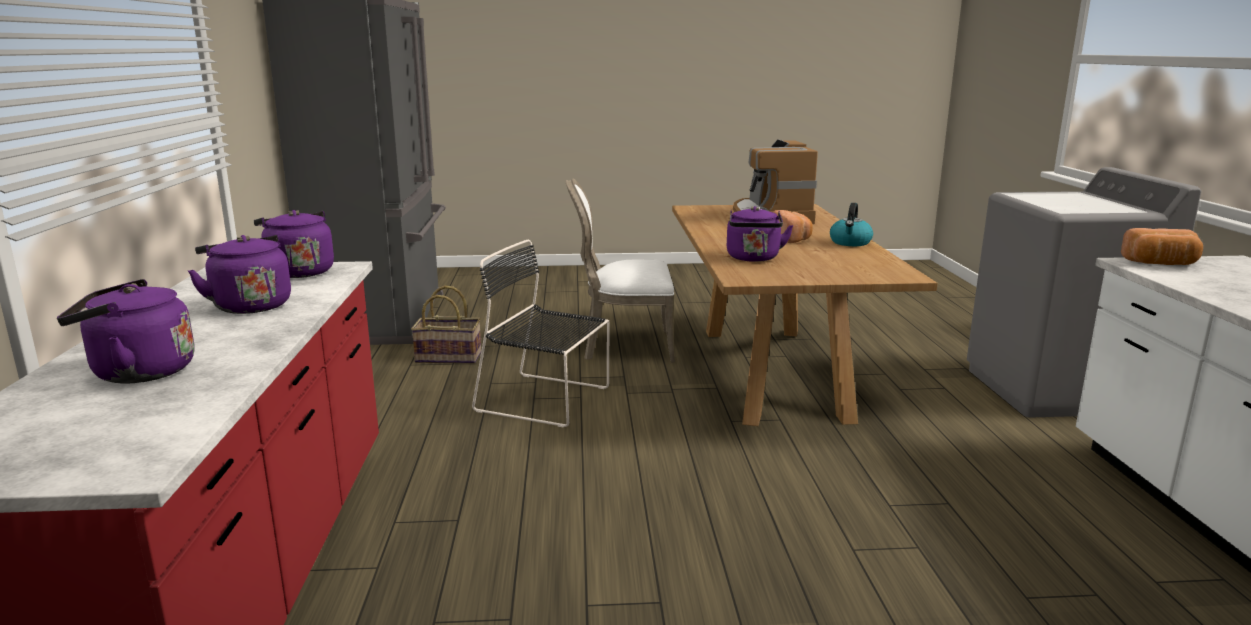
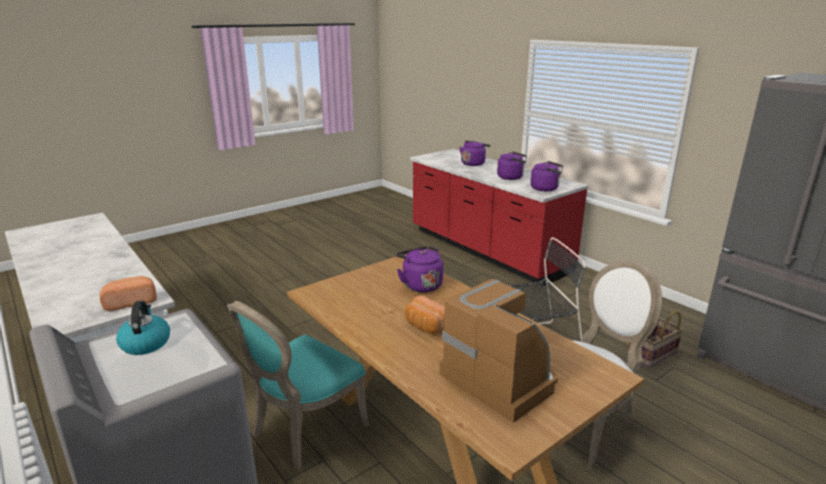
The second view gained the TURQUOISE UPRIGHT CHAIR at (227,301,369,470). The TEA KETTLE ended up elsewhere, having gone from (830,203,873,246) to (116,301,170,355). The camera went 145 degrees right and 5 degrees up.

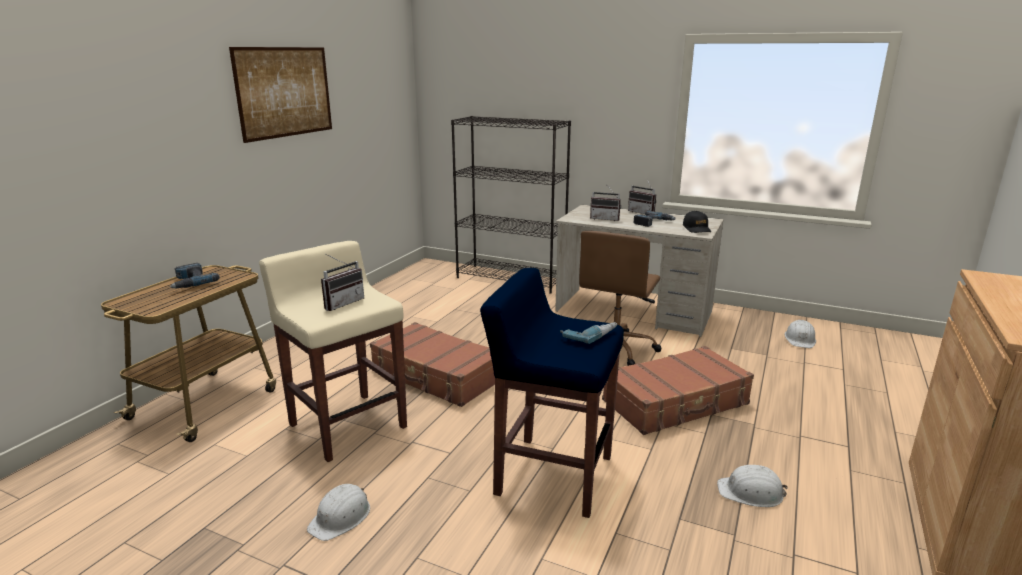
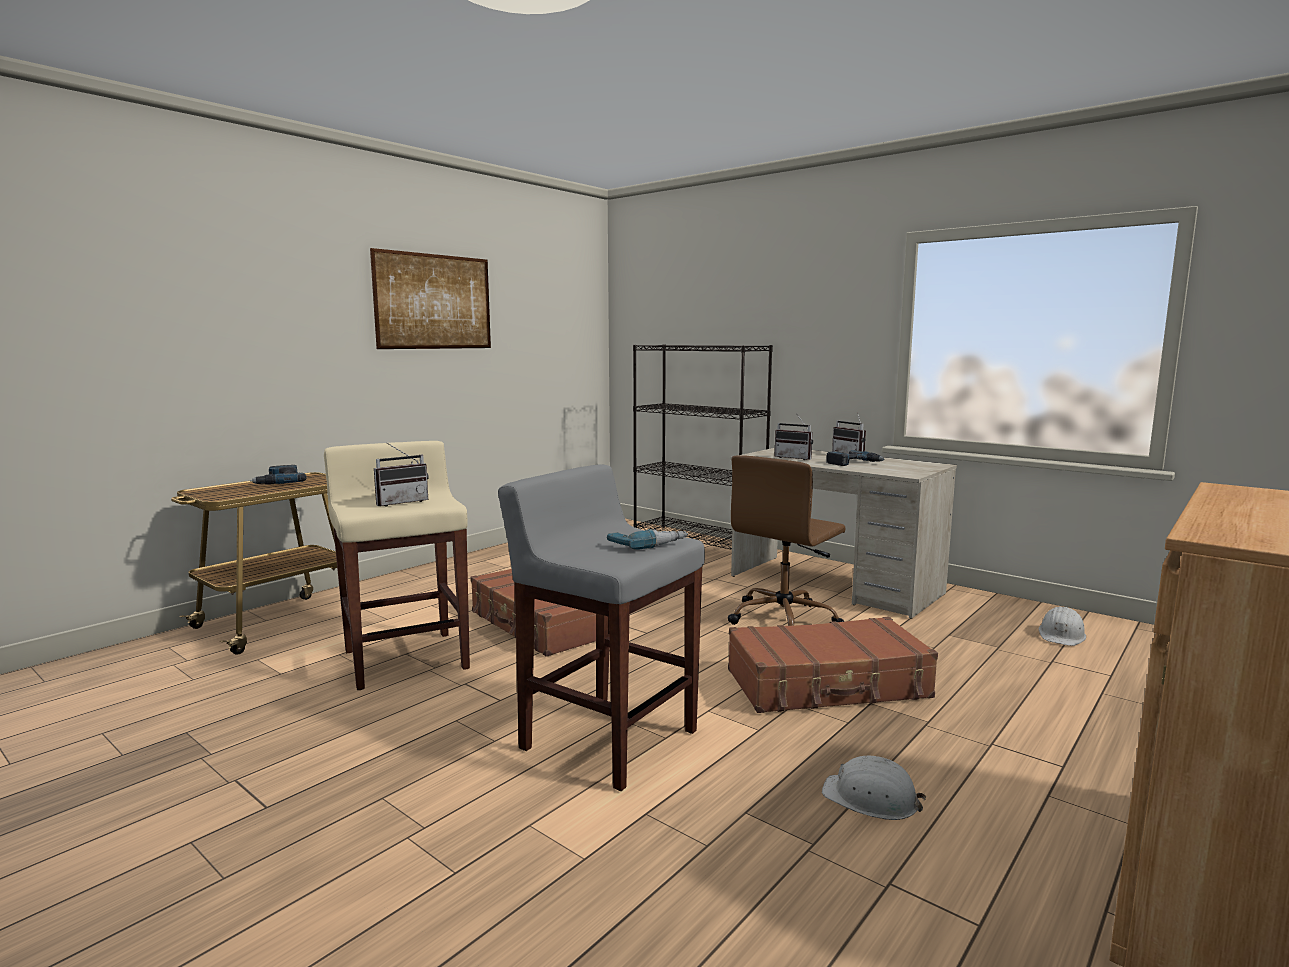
The second view lost the WHITE-COLOURED SAFETY HELMET at (307,484,370,541). The second view lost the BLACKISH CAP at (683,211,711,233). What was the BLUISH STOOL SEAT at (480,268,624,518) turned into the GREYISH STOOL SEAT at (498,464,705,791). The camera went 15 degrees right and 10 degrees down.

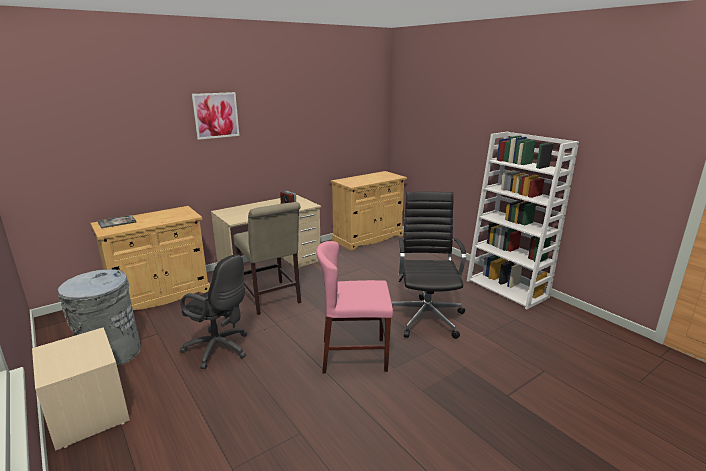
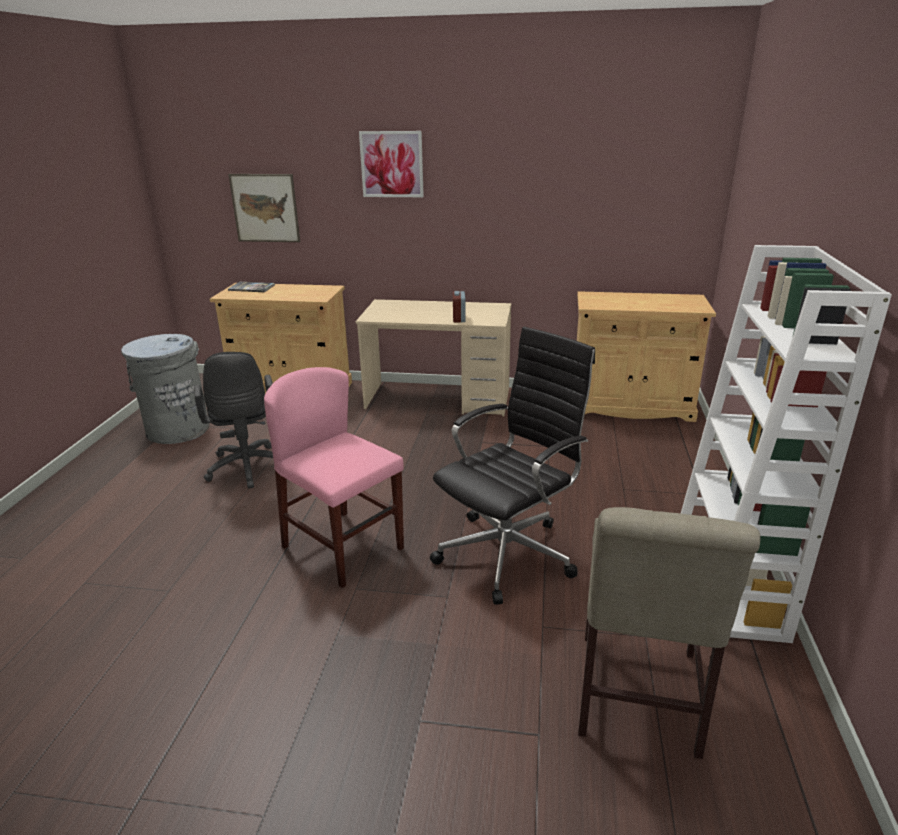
The second view lost the SAND-COLOURED NIGHT TABLE at (32,327,130,451). The second view gained the PICTURE at (228,174,300,242). The SAND-COLOURED UPRIGHT CHAIR ended up elsewhere, having gone from (233,202,301,315) to (578,507,761,759). The camera went 45 degrees right and 5 degrees up.

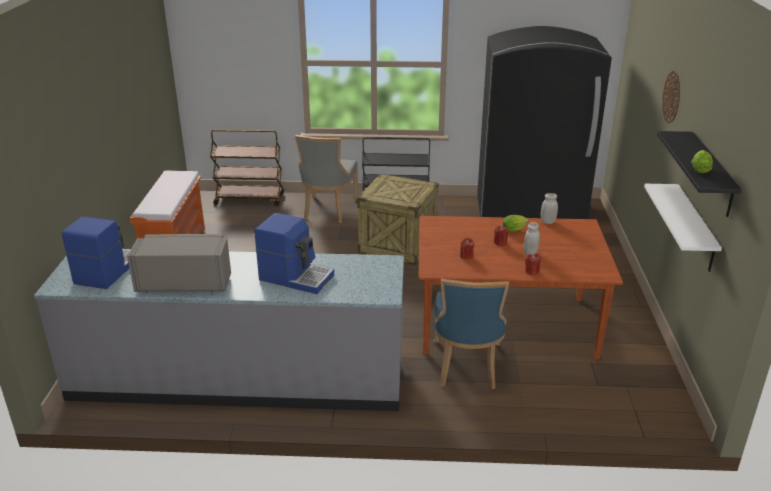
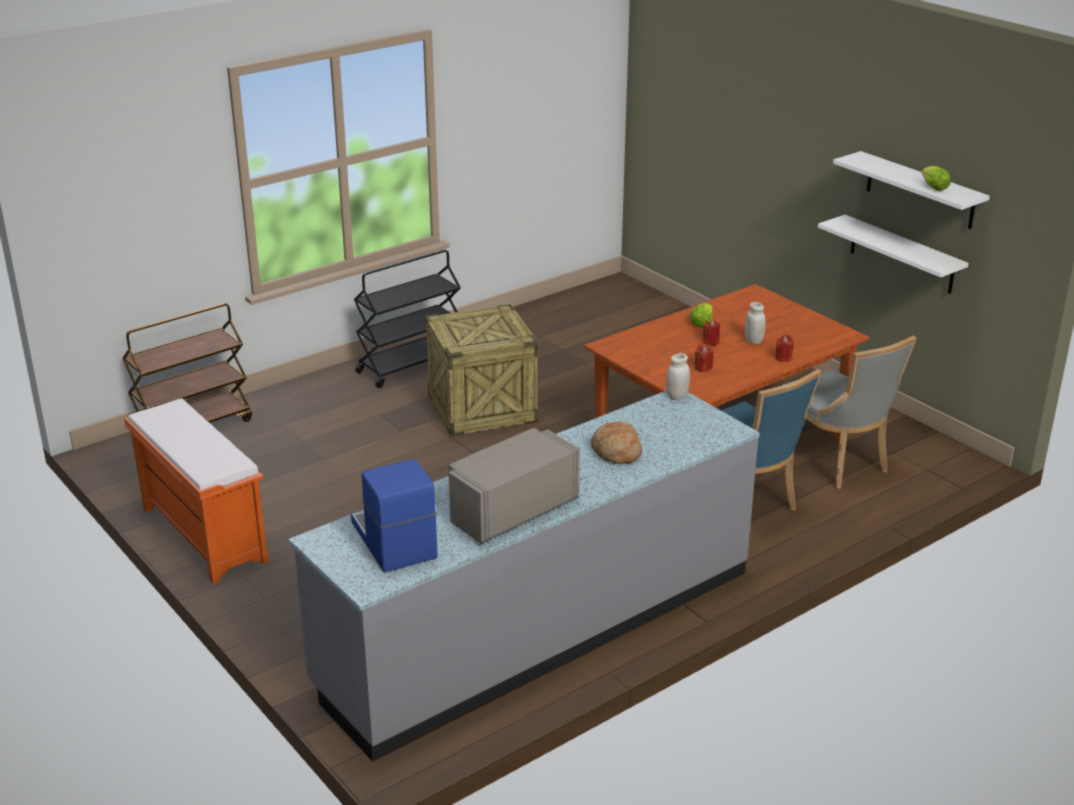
The second view lost the BLACKISH KITCHEN FRIDGE at (477,26,612,219). The second view lost the HANGING CLOCK at (662,71,680,124). The GREYISH UPRIGHT CHAIR ended up elsewhere, having gone from (295,135,358,223) to (783,336,917,488). The WHITE-COLOURED PRESERVE JAR ended up elsewhere, having gone from (541,193,558,224) to (666,353,690,400). Where the COFFEE MACHINE stood at (255,213,334,294), the BAKED BREAD came to stand at (591,421,642,464). What was the BLACKISH WALL SHELF at (657,131,742,217) turned into the WHITE-COLOURED WALL SHELF at (833,151,990,229). The camera went 40 degrees left and 0 degrees up.

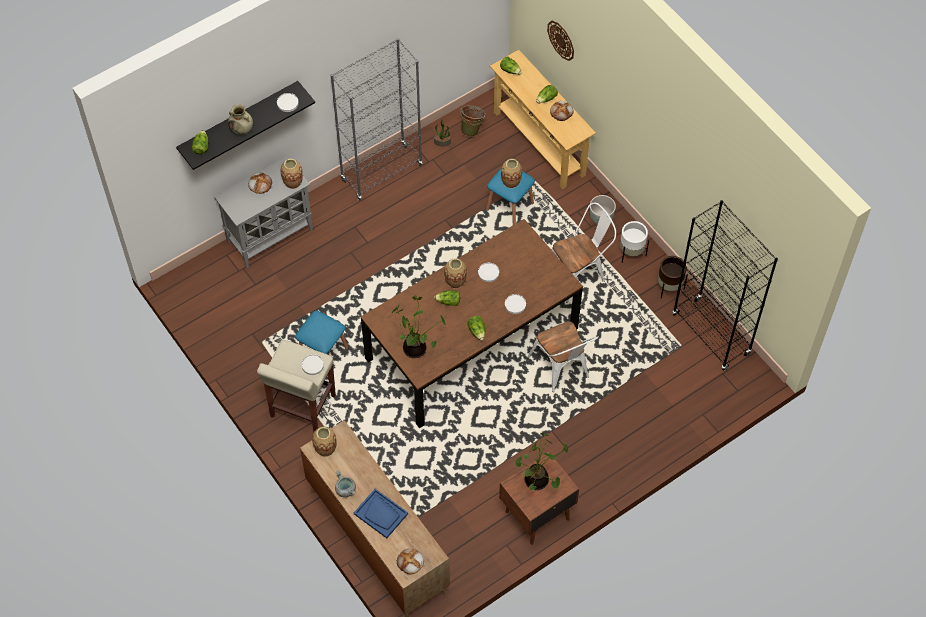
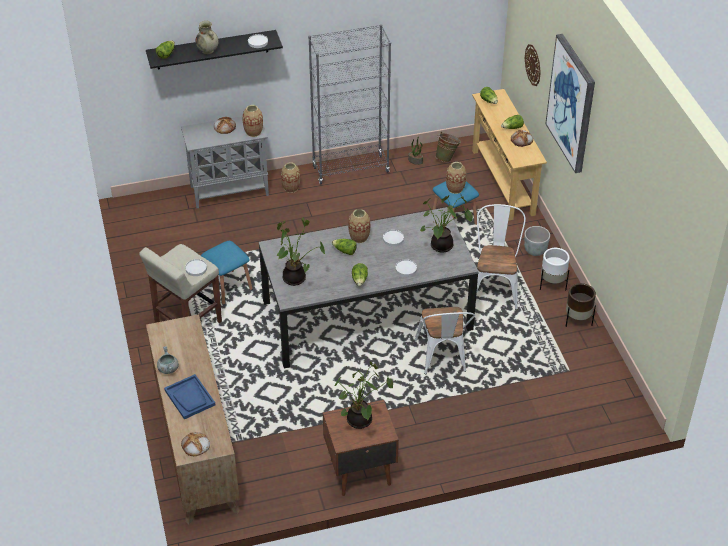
The second view lost the BLACKISH BOOKSHELF at (672,200,778,371). The second view gained the PLANT IN A POT at (420,193,473,253). The second view gained the PICTURE at (545,34,595,173). The FLOWER VASE ended up elsewhere, having gone from (312,426,337,457) to (281,162,301,193). What was the BROWN DINNER TABLE at (361,219,583,428) turned into the GREYISH DINNER TABLE at (259,207,479,368). The WHITE-COLOURED UPRIGHT CHAIR at (552,202,616,303) ended up facing another way, 75 degrees counterclockwise from before. The camera went 20 degrees right and 15 degrees down.

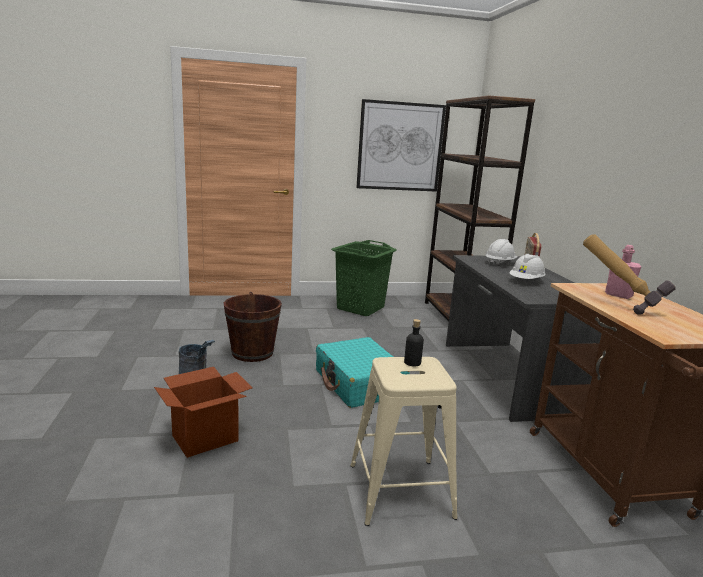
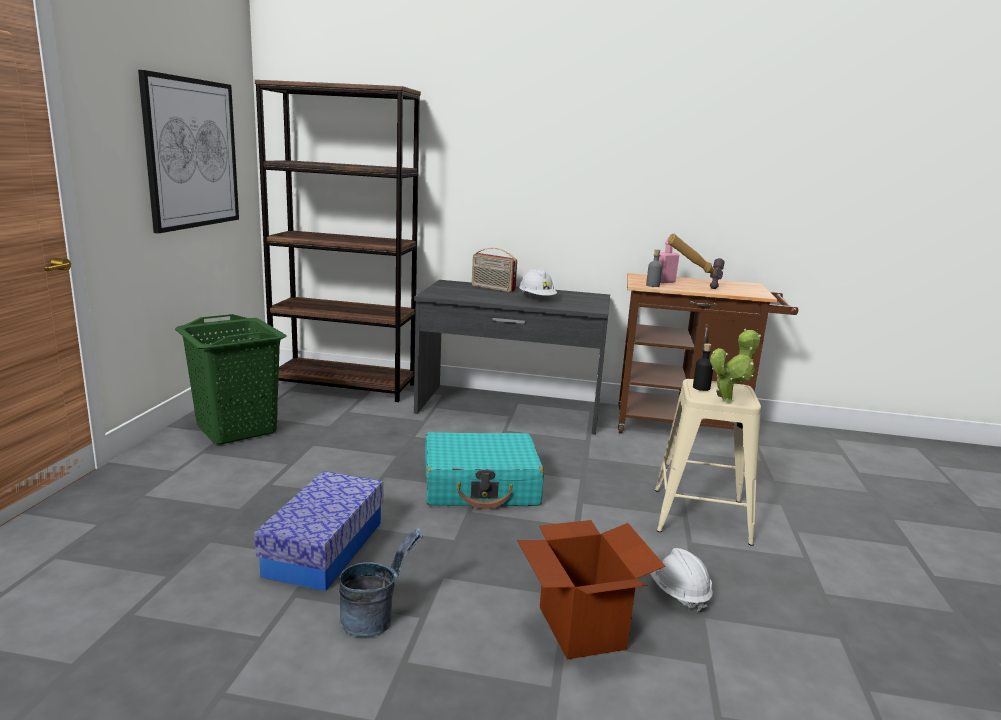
The second view gained the GREYISH DRINK BOTTLE at (646,249,662,287). The second view gained the PLANT IN A POT at (710,328,761,402). The WHITE-COLOURED SAFETY HELMET ended up elsewhere, having gone from (485,239,517,266) to (650,548,713,613). Where the BROWN PAIL stood at (224,292,282,362), the STORAGE BOX came to stand at (254,471,383,591). The camera went 70 degrees left and 0 degrees up.

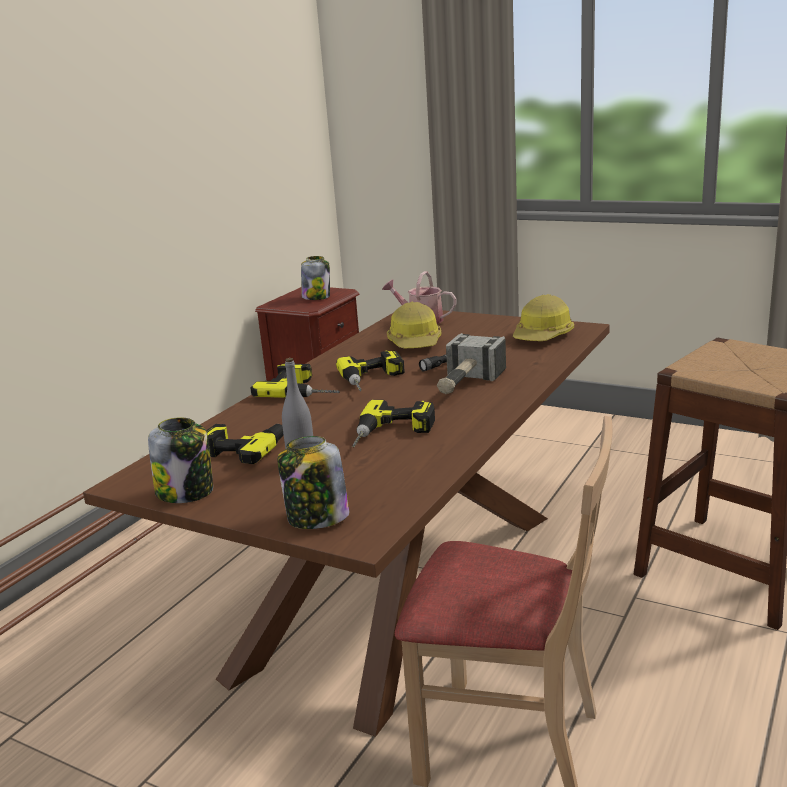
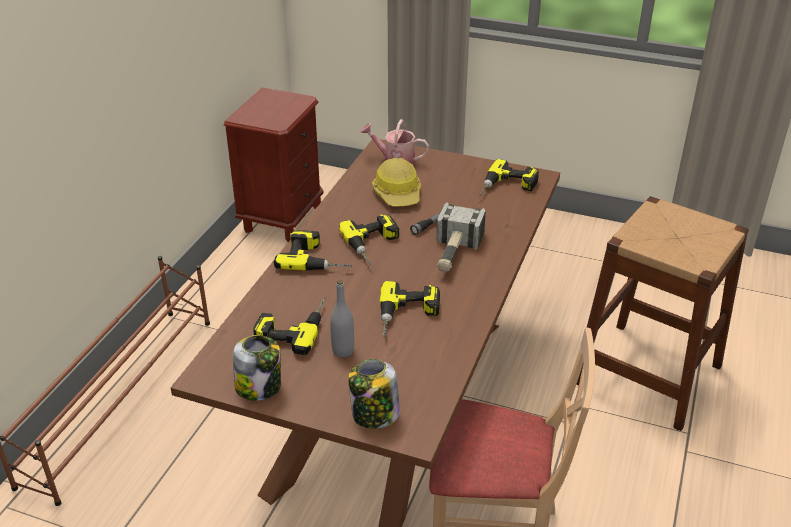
The second view lost the PRESERVE JAR at (301,256,330,300). Where the SAFETY HELMET stood at (513,294,574,341), the ELECTRIC DRILL came to stand at (479,159,539,196). The camera went 10 degrees left and 15 degrees up.

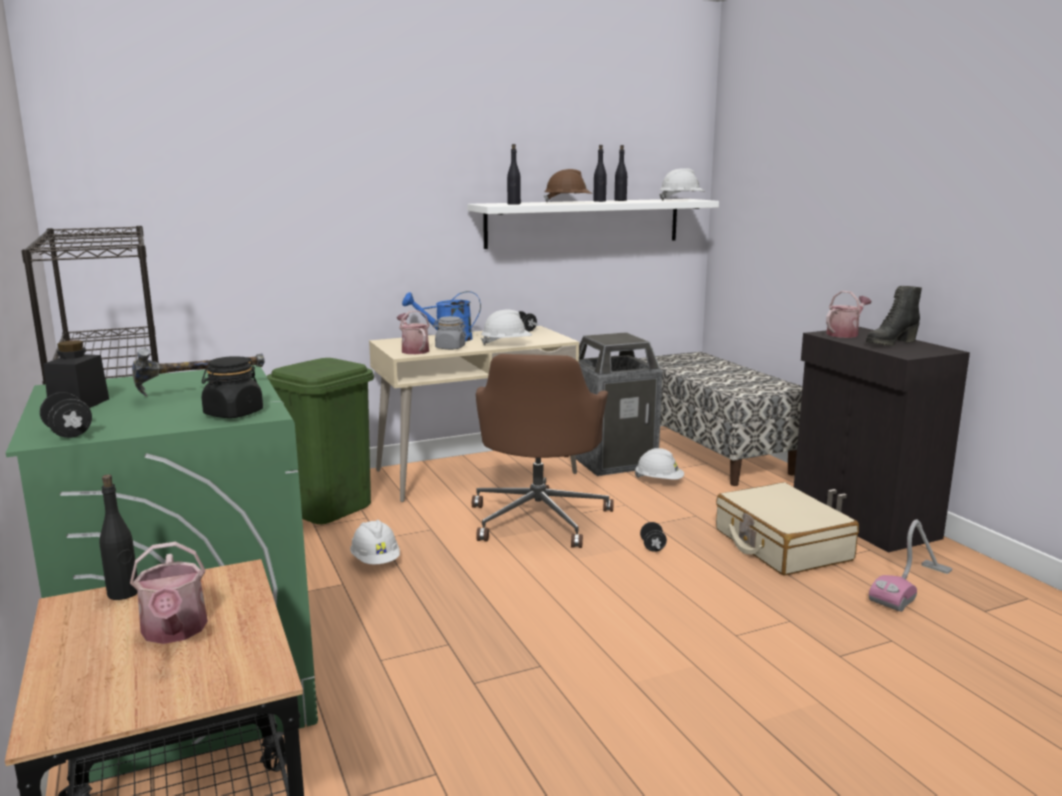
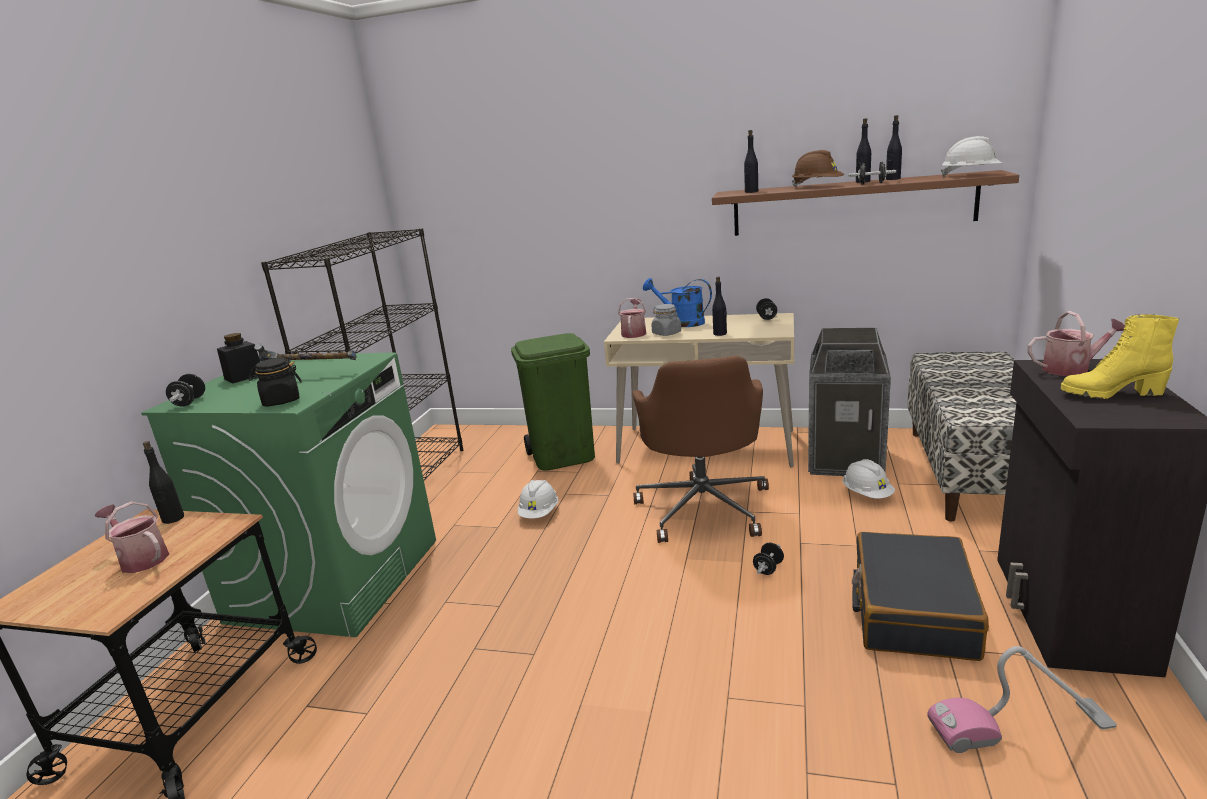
The second view gained the BLACKISH DUMBBELL at (849,162,896,185). Where the WHITE-COLOURED SAFETY HELMET stood at (481,310,532,346), the BLACKISH DRINK BOTTLE came to stand at (712,277,727,336). What was the WHITE-COLOURED WALL SHELF at (467,199,719,249) turned into the BROWN WALL SHELF at (712,170,1019,236). What was the SAND-COLOURED TRAVEL CASE at (716,482,859,576) turned into the BLACKISH TRAVEL CASE at (852,532,989,661). What was the BLACKISH BOOT at (866,286,922,346) turned into the YELLOW-COLOURED BOOT at (1061,314,1179,399). The WATERING CAN at (130,542,208,644) ended up facing another way, 105 degrees clockwise from before. The BROWN COMPUTER CHAIR at (472,354,614,548) ended up facing another way, 45 degrees counterclockwise from before. The camera went 40 degrees right and 5 degrees up.

